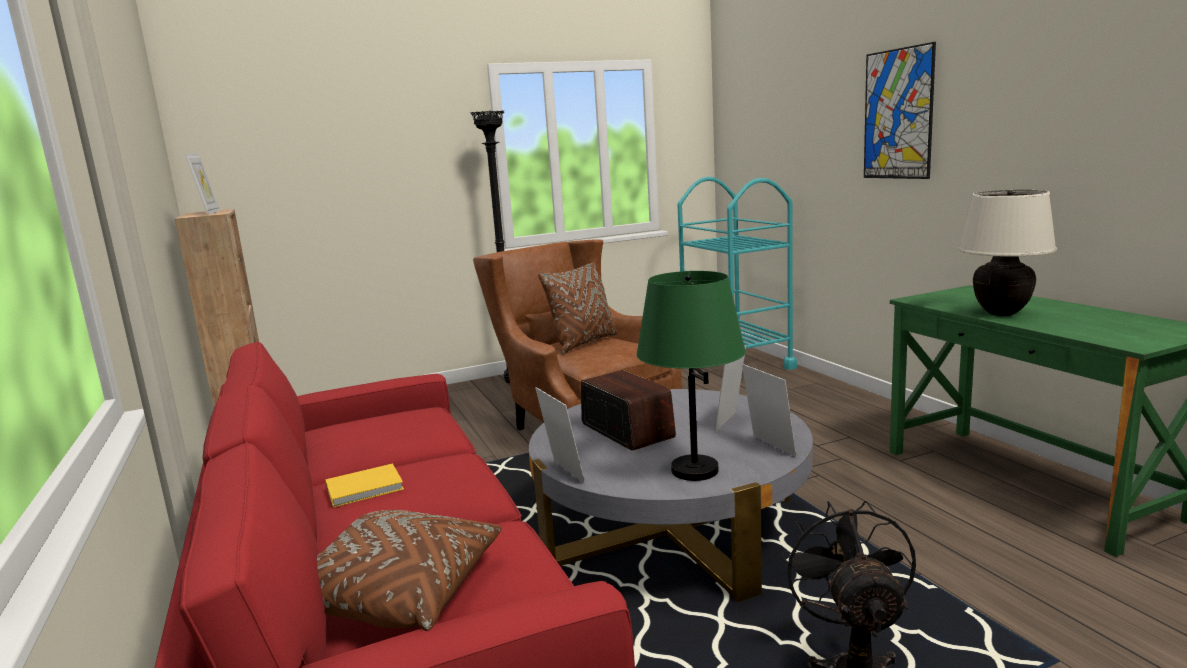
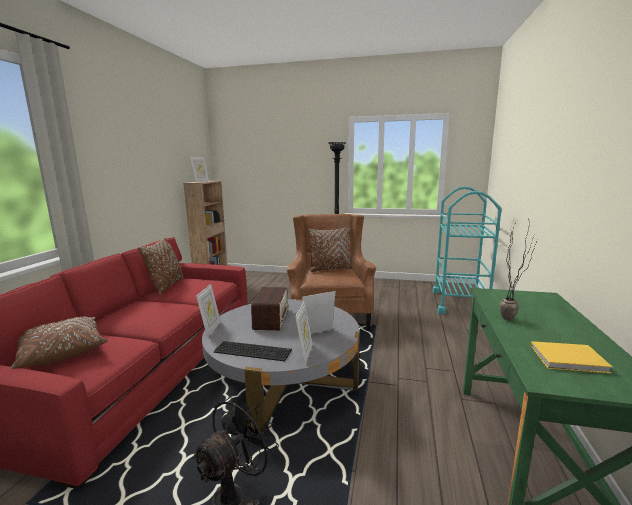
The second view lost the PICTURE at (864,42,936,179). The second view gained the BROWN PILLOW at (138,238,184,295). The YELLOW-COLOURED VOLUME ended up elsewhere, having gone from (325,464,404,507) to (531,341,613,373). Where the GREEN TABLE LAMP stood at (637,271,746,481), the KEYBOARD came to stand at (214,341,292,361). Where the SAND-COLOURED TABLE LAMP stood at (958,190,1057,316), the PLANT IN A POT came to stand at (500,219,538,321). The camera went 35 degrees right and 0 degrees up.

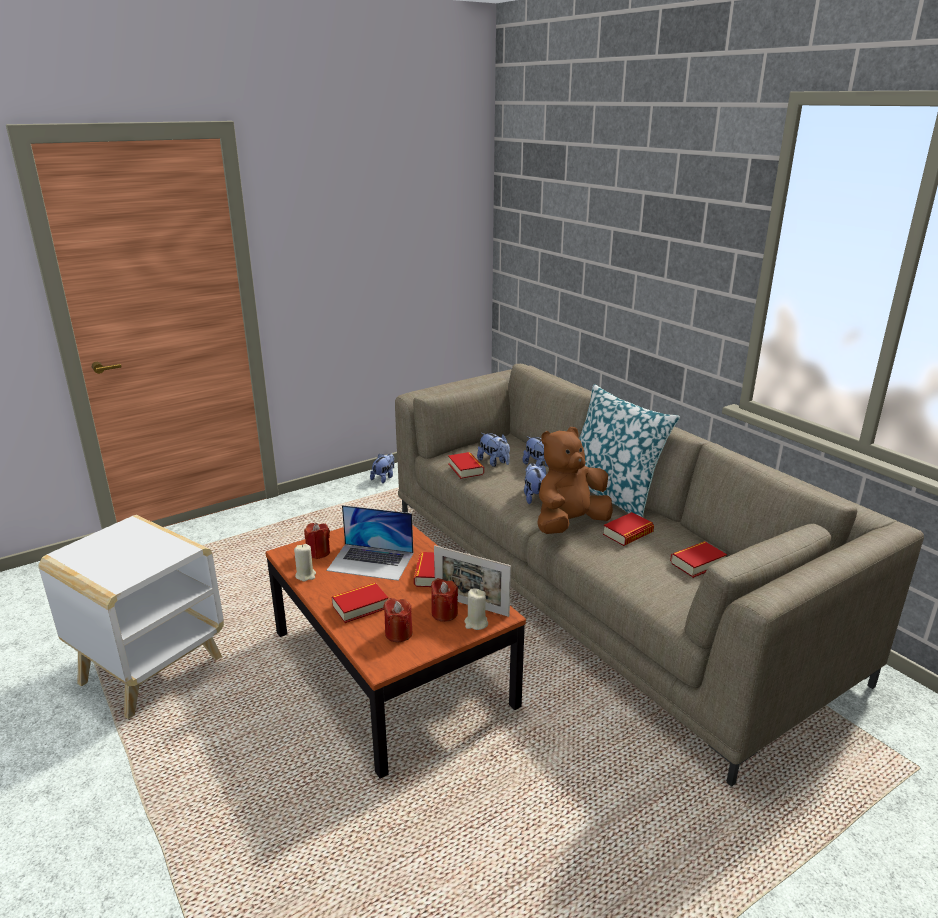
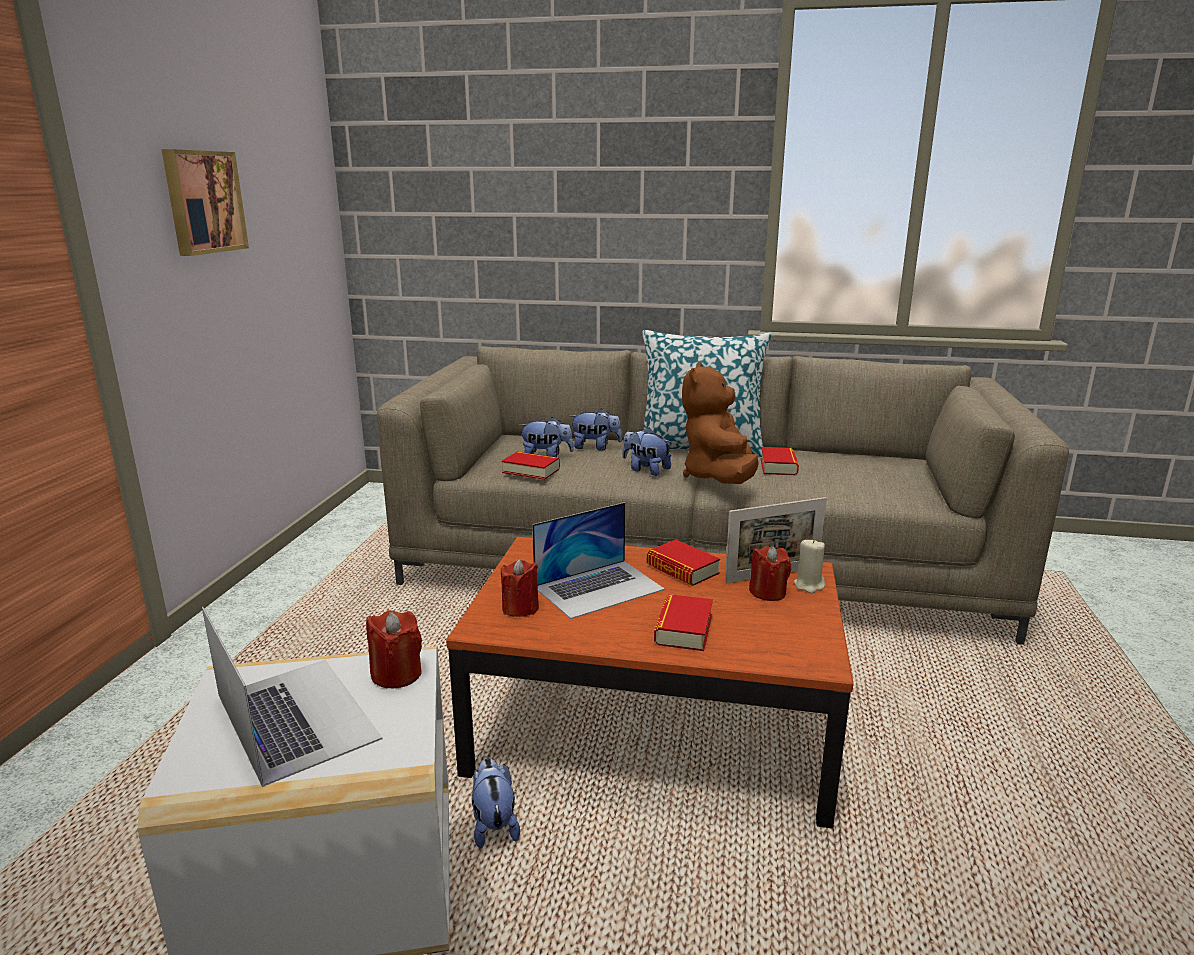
The second view lost the SAND-COLOURED WAX CANDLE at (294,544,316,581). The second view lost the VOLUME at (670,541,727,578). The second view gained the PICTURE at (162,149,249,256). The second view gained the PORTABLE COMPUTER at (202,607,382,787). The CUDDLY TOY ended up elsewhere, having gone from (370,453,394,483) to (472,758,520,849). The RED WAX CANDLE ended up elsewhere, having gone from (383,598,413,642) to (366,610,422,688). The camera went 45 degrees left and 5 degrees down.

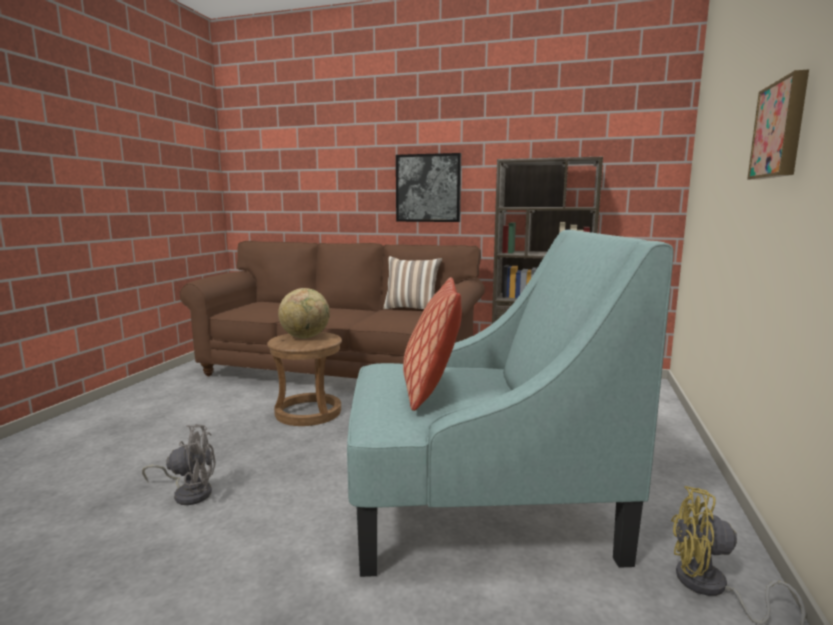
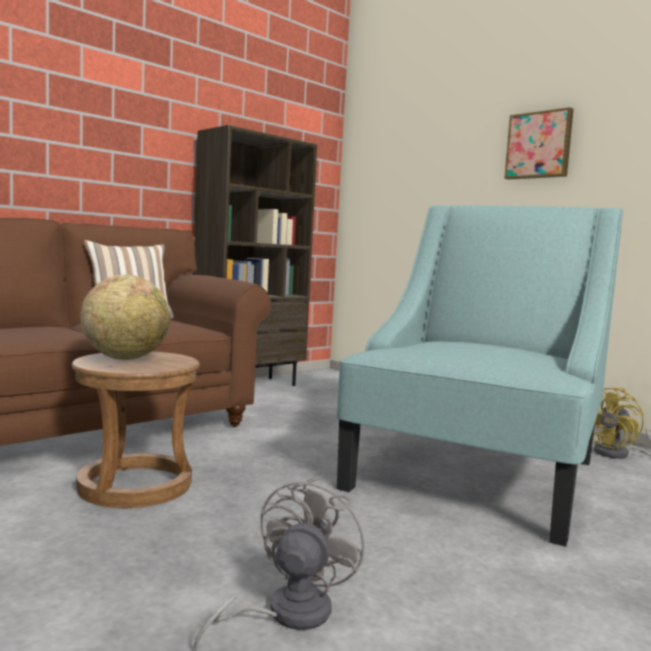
The second view lost the PICTURE at (396,153,461,222). The second view lost the PILLOW at (403,277,462,411). The camera went 60 degrees left and 5 degrees down.

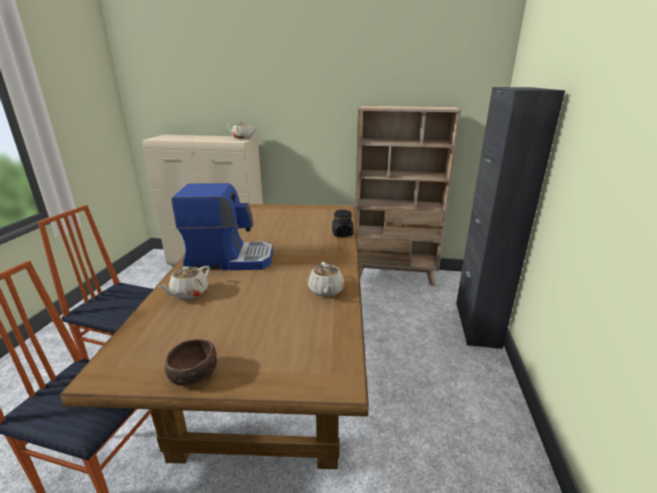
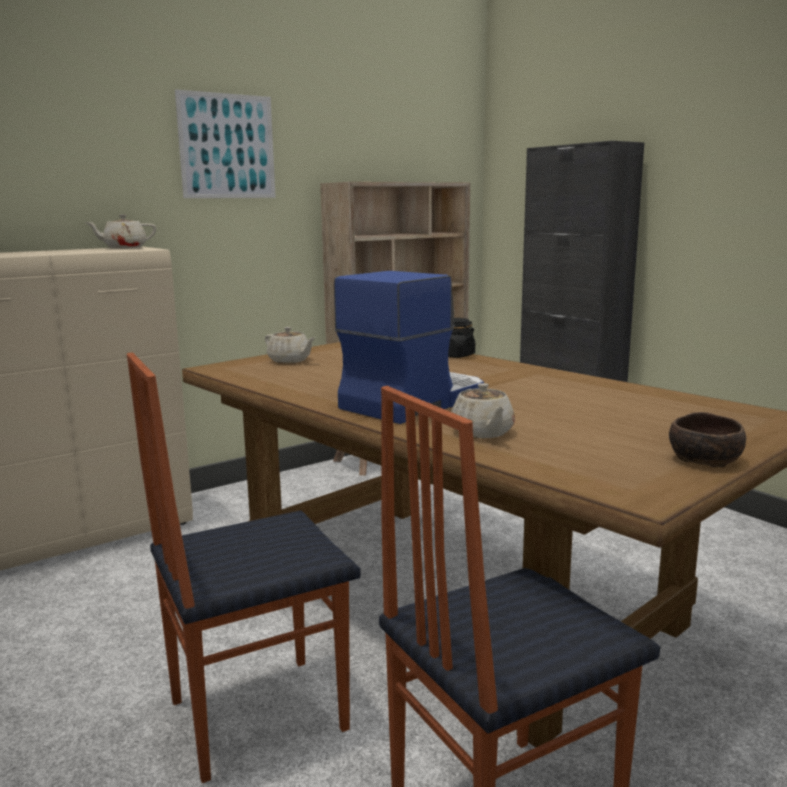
The second view gained the PICTURE at (175,89,276,198). The SAND-COLOURED TEAPOT ended up elsewhere, having gone from (308,262,344,297) to (265,327,315,363). The camera went 45 degrees left and 10 degrees down.

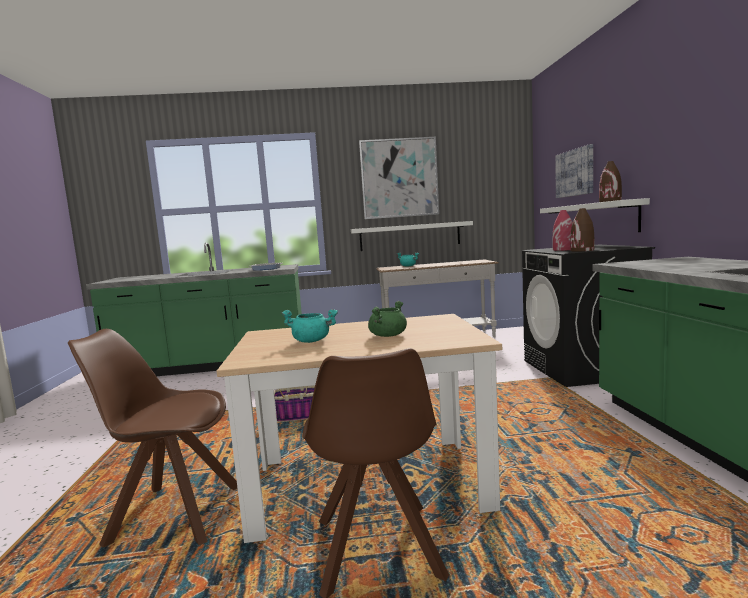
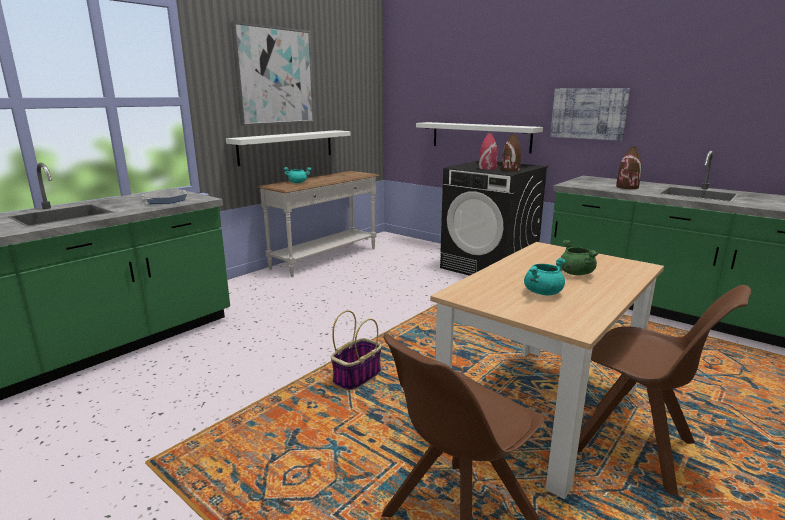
The PICTURE ended up elsewhere, having gone from (555,144,593,198) to (550,88,630,141). The BROWN FLOWER VASE ended up elsewhere, having gone from (599,161,622,202) to (616,147,641,189). The camera went 45 degrees left and 10 degrees up.

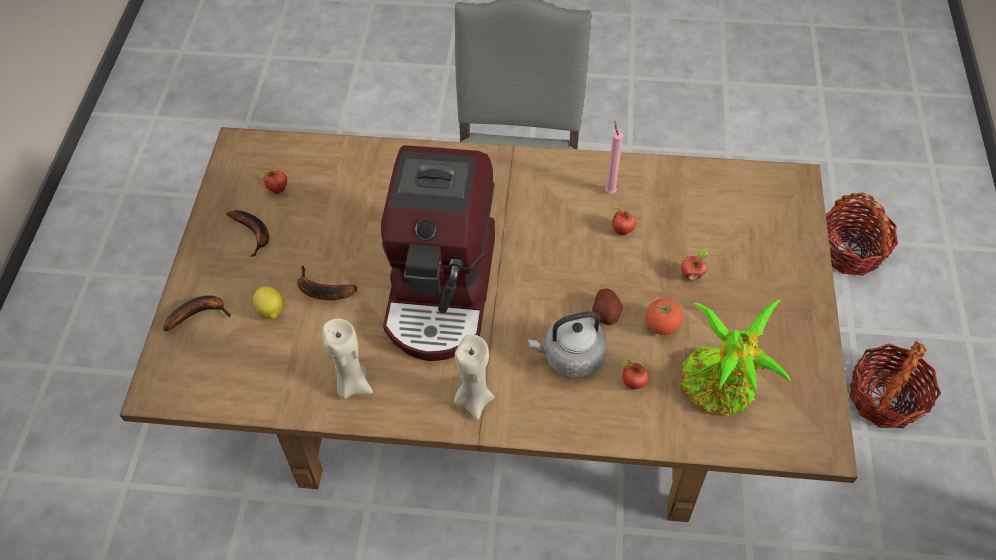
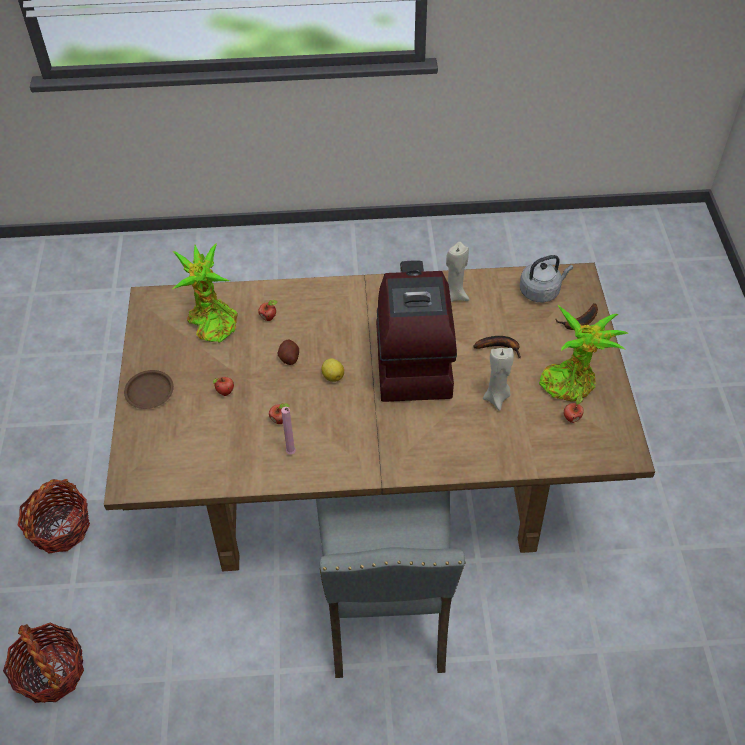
The second view lost the WHOLE TOMATO at (645,299,683,335). The second view gained the BROWN PLATE at (124,370,174,409). The WHOLE LEMON ended up elsewhere, having gone from (253,286,283,319) to (322,358,344,382). The SAND-COLOURED WAX CANDLE ended up elsewhere, having gone from (454,334,494,420) to (483,348,514,411). The GREYISH TEA KETTLE ended up elsewhere, having gone from (527,311,607,378) to (520,255,573,302). Where the BANANA FRUIT stood at (227,210,269,257), the PLANT IN A POT came to stand at (539,305,628,401). The camera went 170 degrees right and 5 degrees down.

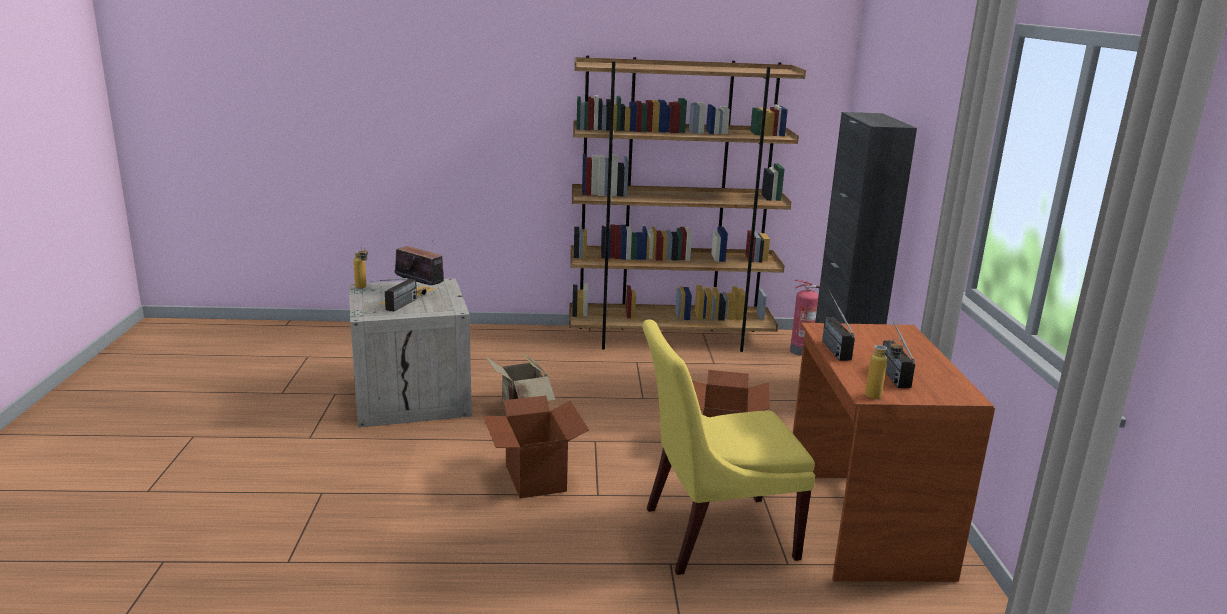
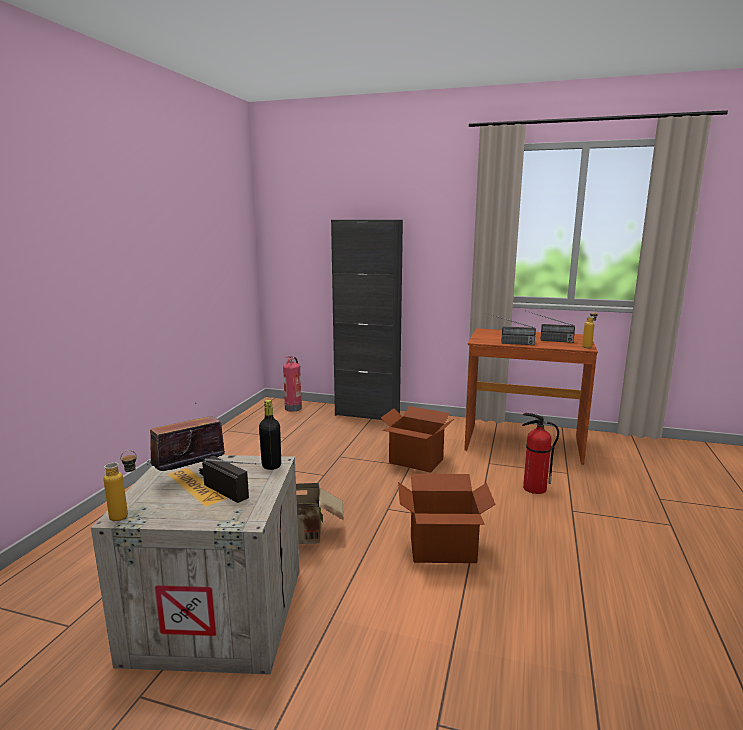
The second view lost the BROWN BOOKSHELF at (569,55,806,352). The second view gained the BLACKISH DRINK BOTTLE at (259,400,281,470). Where the YELLOW-COLOURED UPRIGHT CHAIR stood at (642,319,815,575), the FIRE EXTINGUISHER came to stand at (522,413,559,494). The camera went 70 degrees left and 5 degrees down.

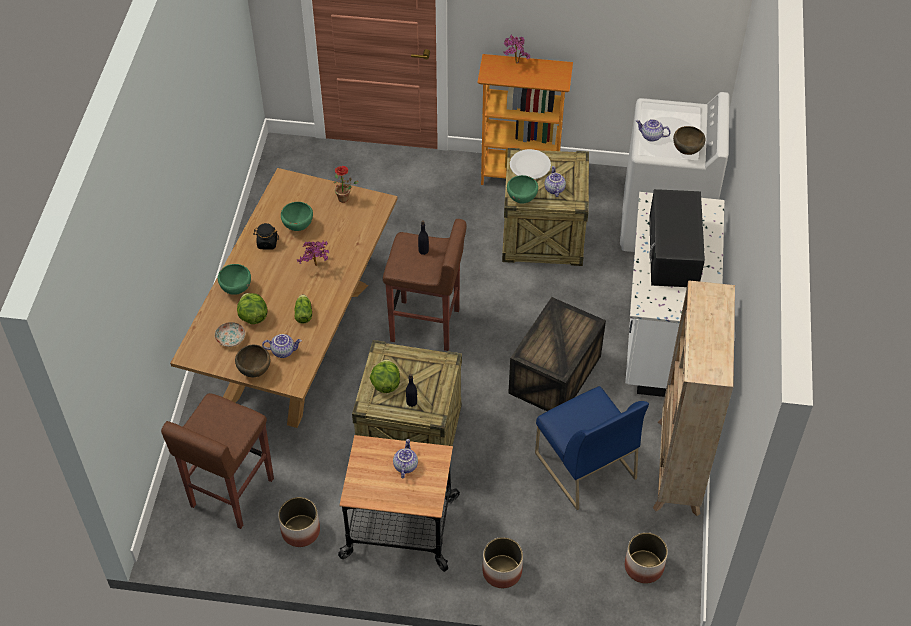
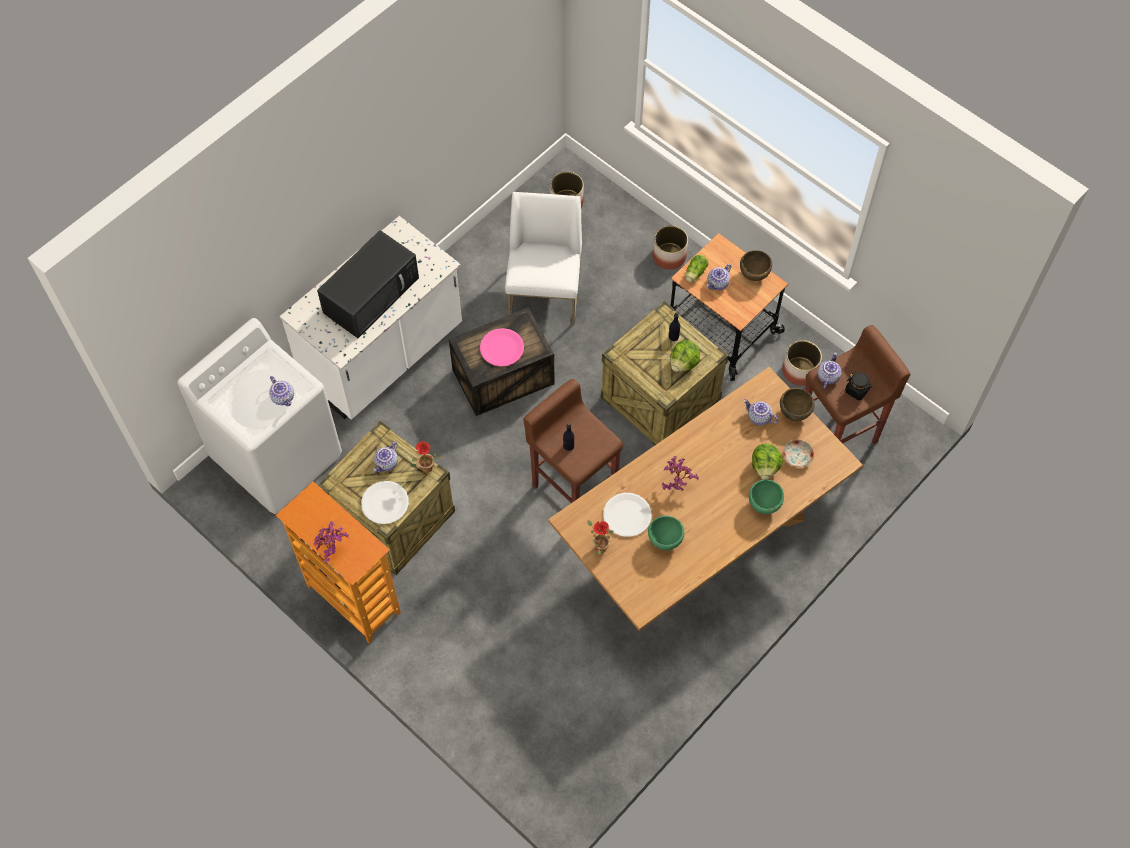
The second view lost the SAND-COLOURED BOOKSHELF at (653,280,735,516). The second view gained the PINK PLATE at (480,328,524,366). The second view gained the WHITE-COLOURED PLATE at (603,493,652,537). The second view gained the TEAPOT at (818,353,842,388). The BLACKISH PRESERVE JAR ended up elsewhere, having gone from (253,223,279,250) to (845,372,872,400). The HEAD OF LETTUCE ended up elsewhere, having gone from (294,295,312,323) to (686,255,708,282). The BROWN SERVING BOWL ended up elsewhere, having gone from (673,126,705,155) to (740,250,772,281). Where the GREEN SERVING BOWL stood at (507,175,538,203), the PLANT IN A POT came to stand at (411,441,443,473). What was the BLUISH UPRIGHT CHAIR at (535,386,649,510) turned into the WHITE-COLOURED UPRIGHT CHAIR at (505,192,582,324). The camera went 145 degrees left and 10 degrees up.

